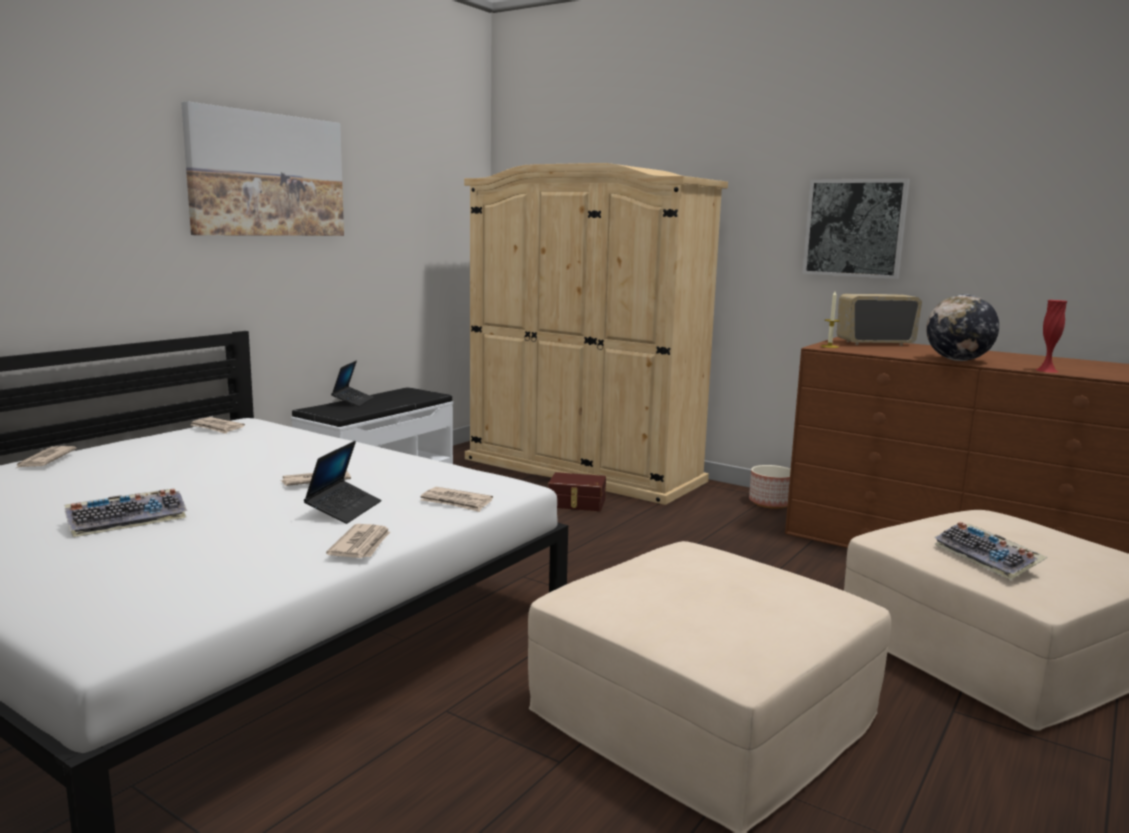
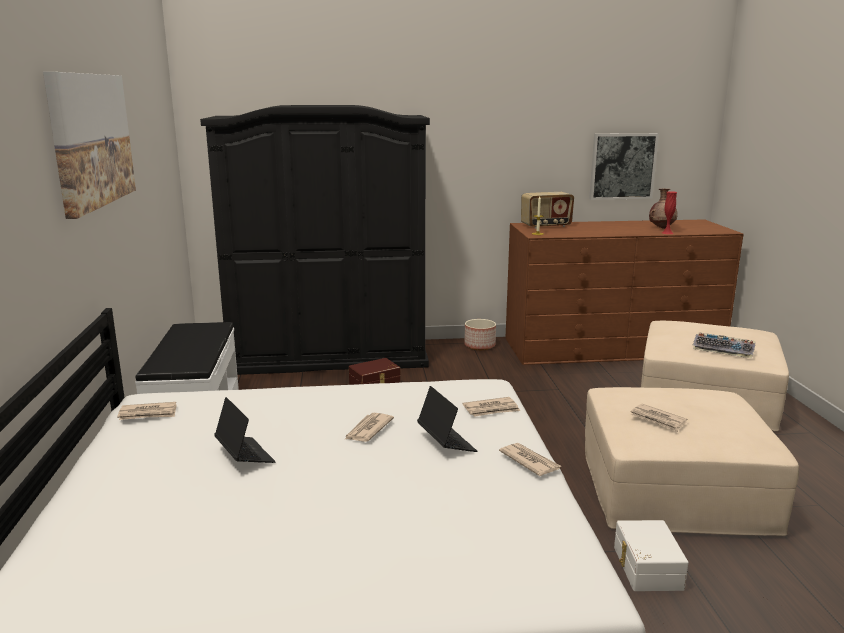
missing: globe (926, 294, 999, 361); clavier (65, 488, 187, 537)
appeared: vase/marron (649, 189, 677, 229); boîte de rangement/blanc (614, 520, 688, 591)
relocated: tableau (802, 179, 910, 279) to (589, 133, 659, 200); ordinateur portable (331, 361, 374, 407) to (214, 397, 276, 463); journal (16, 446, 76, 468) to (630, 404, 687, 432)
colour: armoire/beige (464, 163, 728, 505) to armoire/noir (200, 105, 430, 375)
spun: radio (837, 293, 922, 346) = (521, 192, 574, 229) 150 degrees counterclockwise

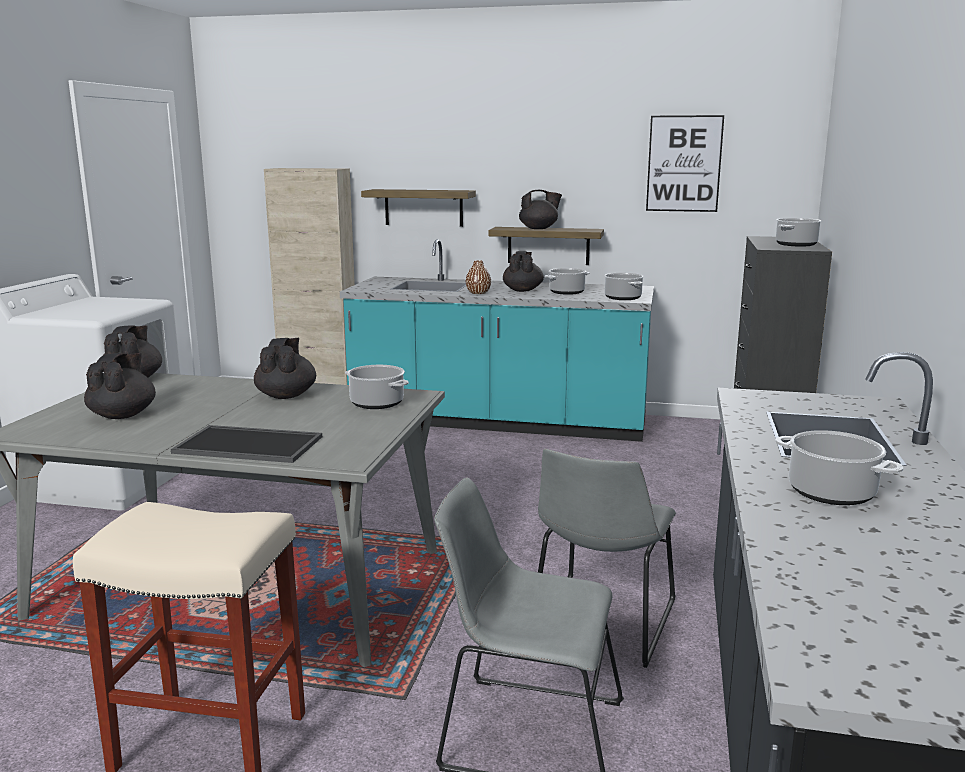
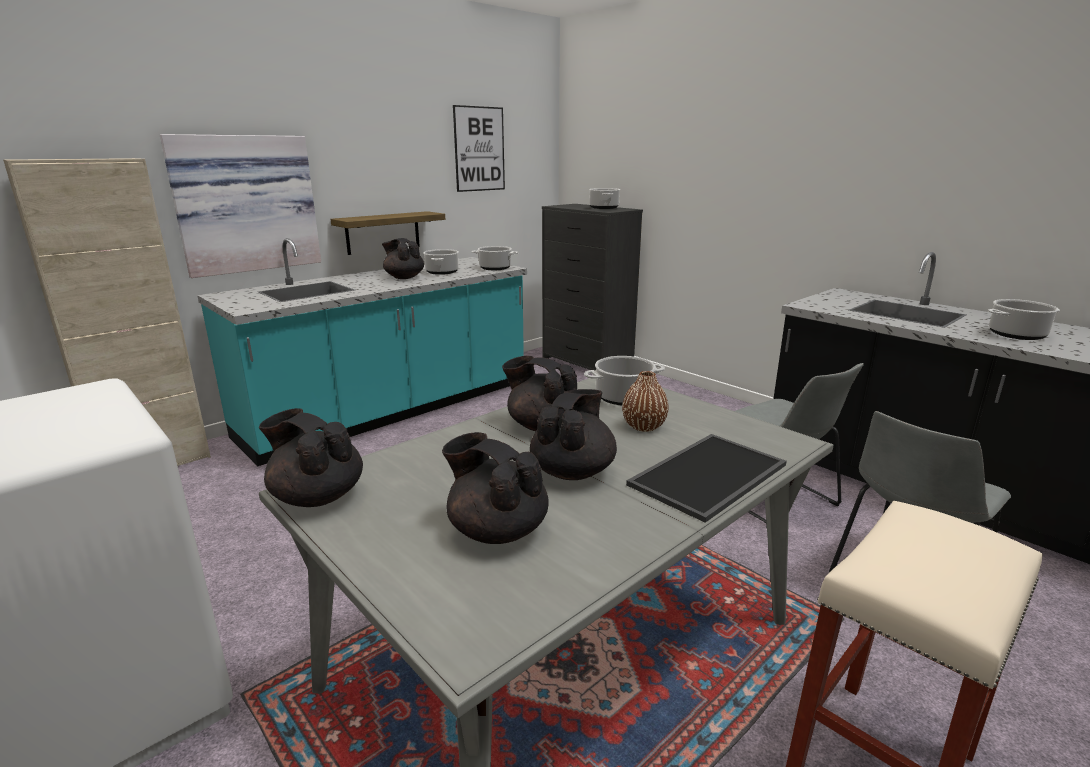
relocated: théière/noir (519, 190, 562, 229) to (530, 389, 617, 480); vase/marron (466, 260, 491, 294) to (622, 371, 669, 432)
exchanged: étagère (361, 189, 476, 227) to tableau (160, 134, 321, 278)

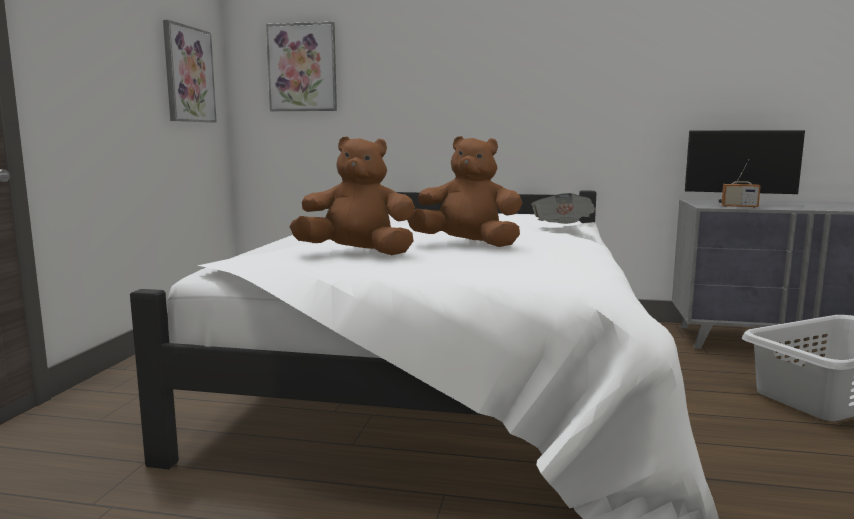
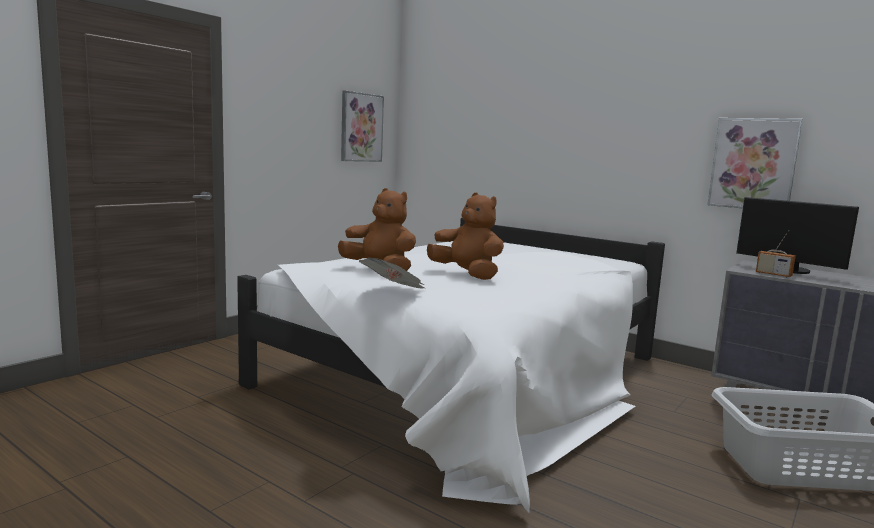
relocated: tableau (266, 22, 337, 111) to (708, 118, 803, 208); journal (531, 193, 596, 224) to (359, 258, 425, 288)

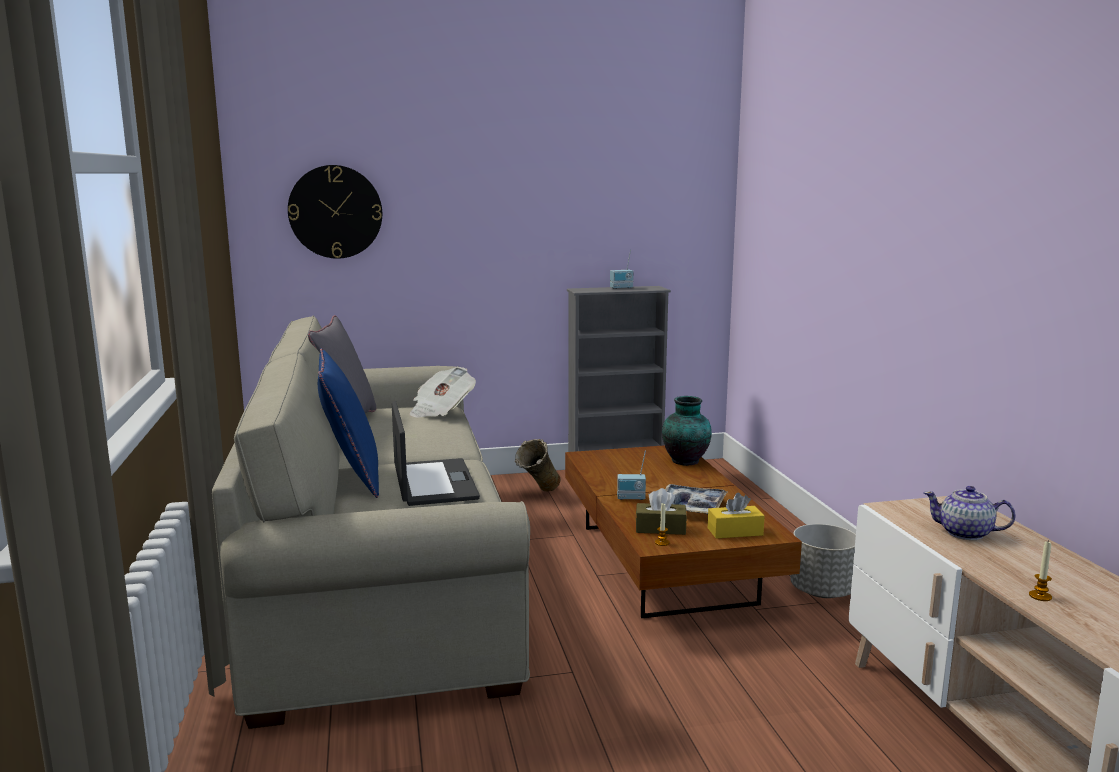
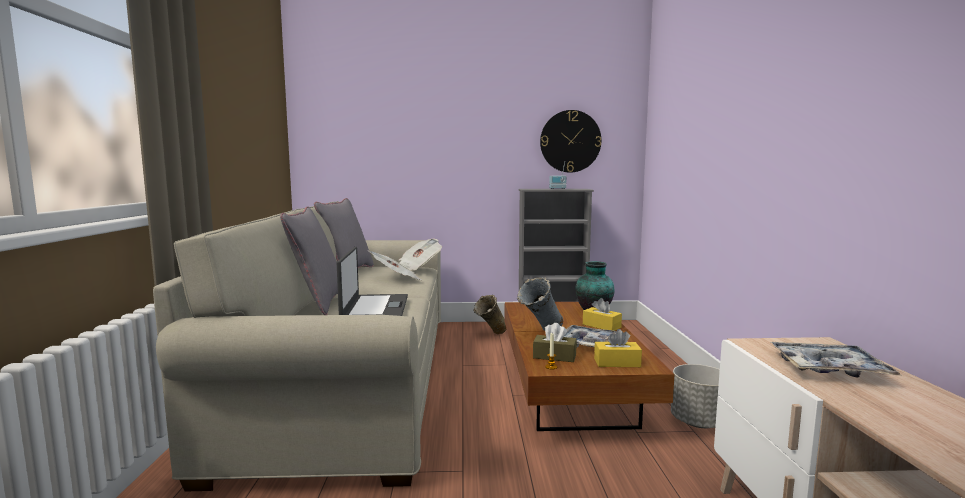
missing: bougie (1029, 540, 1052, 601)
appeared: journal (368, 251, 421, 280); boîte à mouchoirs/jaune (583, 298, 622, 331)
relocated: horloge murale (288, 165, 382, 259) to (540, 110, 601, 173)
exchanged: radio (617, 450, 646, 500) to vase/gris (517, 277, 563, 331); théière (923, 486, 1016, 540) to plateau (771, 342, 901, 378)
colour: coussin/bleu (318, 348, 379, 498) to coussin/gris (280, 206, 338, 315)

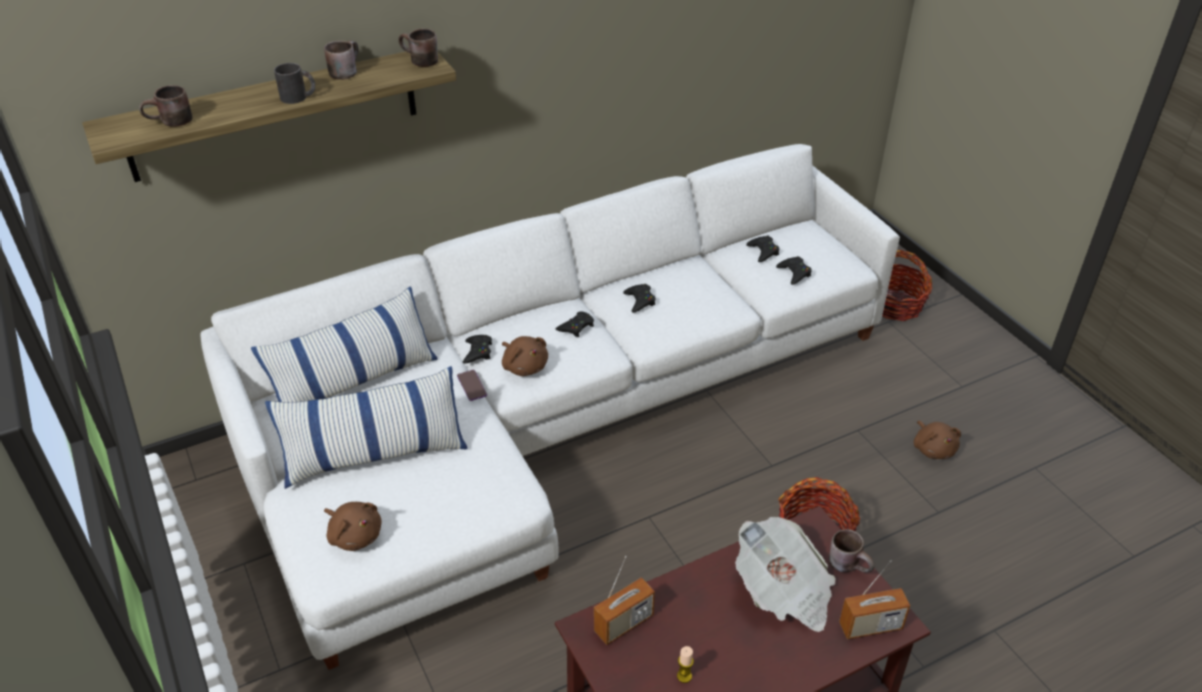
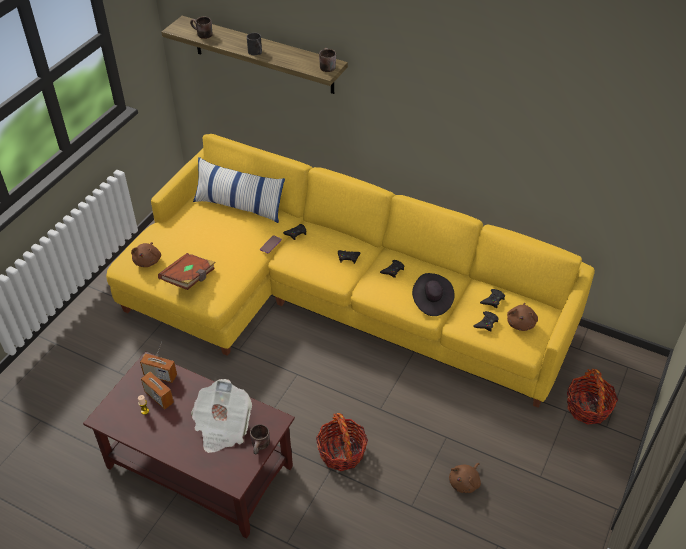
missing: mug/marron (324, 40, 358, 80); coussin (265, 366, 468, 489)
appeared: livre/marron (158, 253, 216, 290); chapeau/noir (412, 273, 455, 316)
relocated: peluche/marron (502, 336, 548, 376) to (507, 303, 538, 331); radio (839, 560, 910, 639) to (141, 367, 174, 410)
colour: canapé/blanc (200, 144, 900, 670) to canapé/jaune (106, 134, 595, 408)

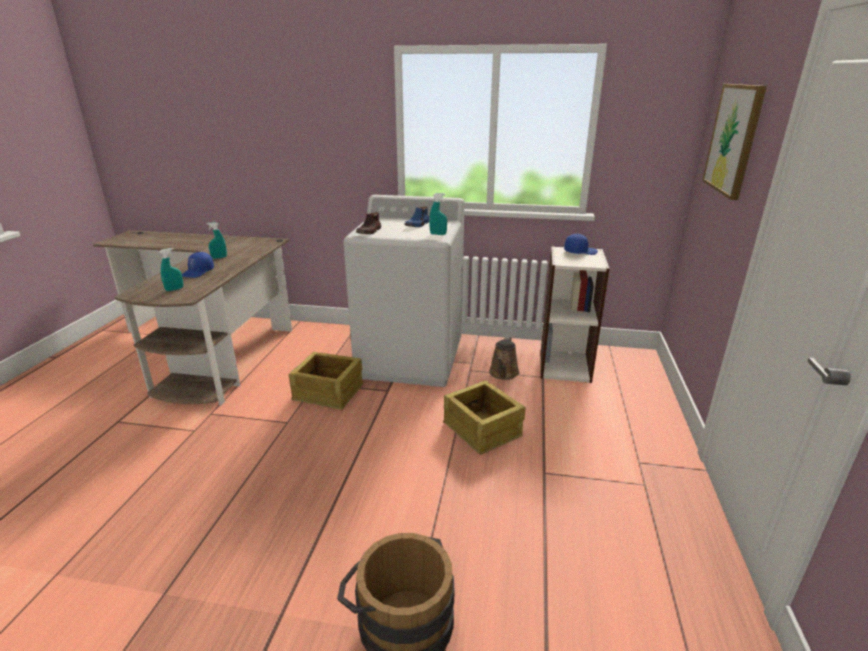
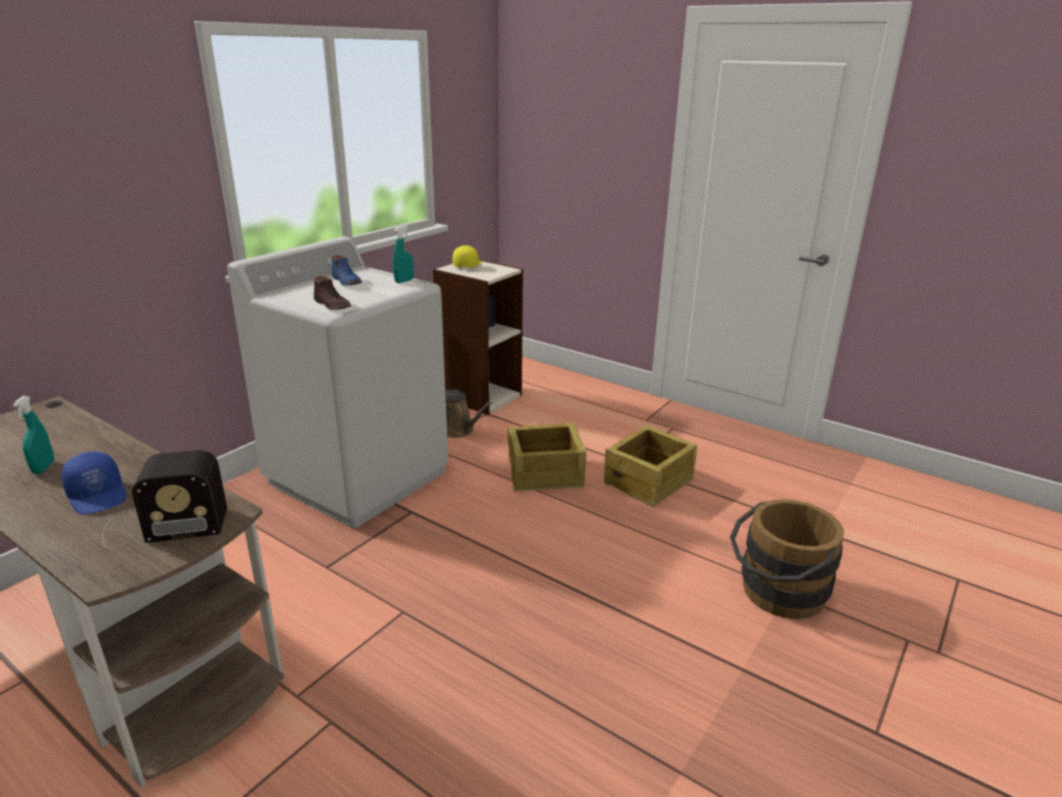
missing: tableau (702, 84, 767, 200)
relocated: caisse (289, 352, 363, 410) to (604, 425, 697, 508)
exchanged: vaporisateur/turquoise (160, 248, 183, 291) to radio (102, 450, 227, 549)
colour: casquette/bleu (564, 234, 598, 255) to casquette/jaune (453, 245, 482, 268)

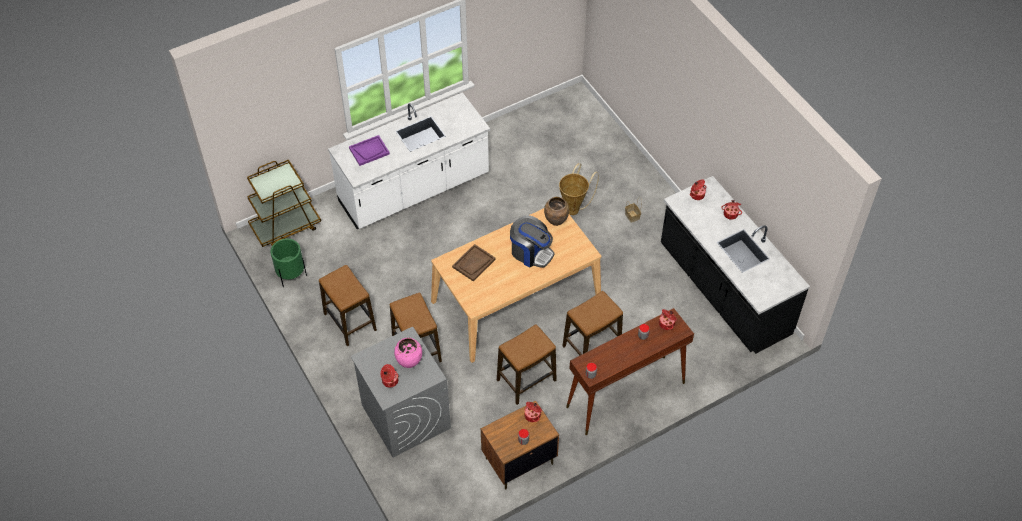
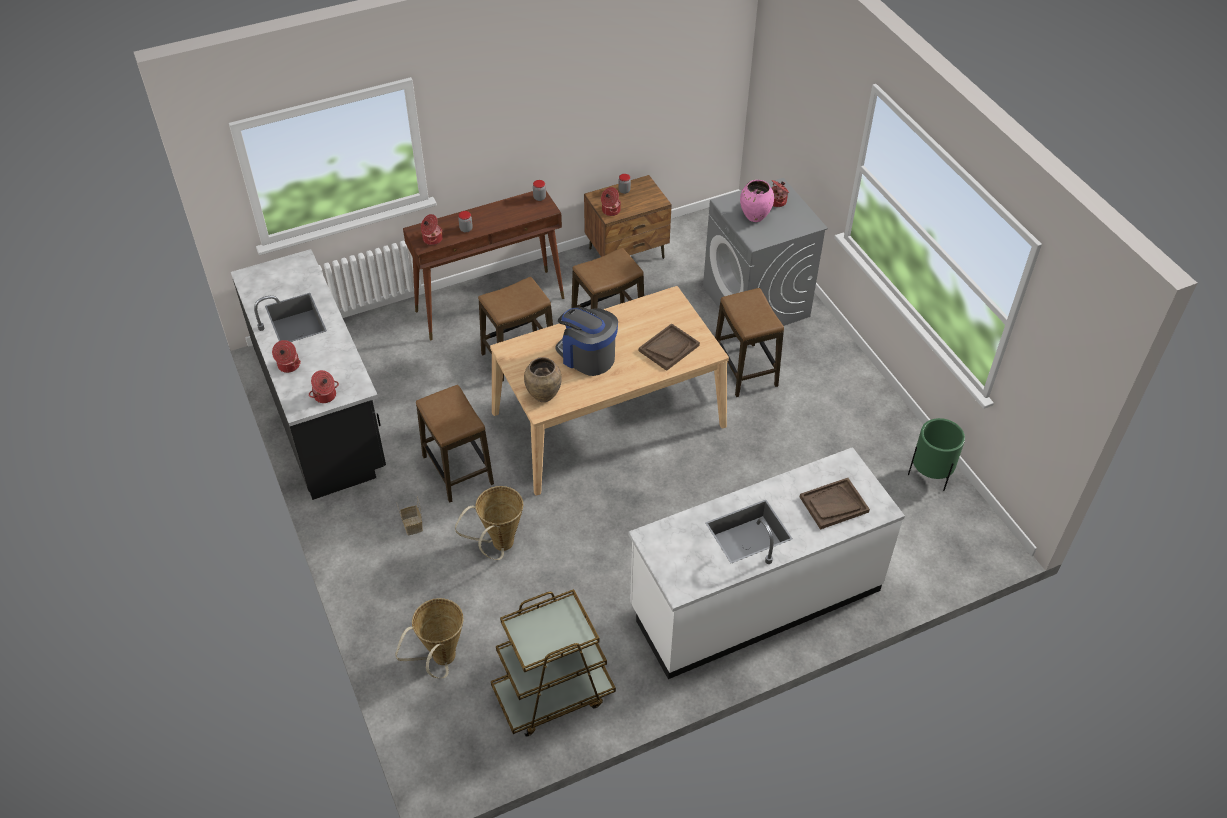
appeared: panier (395, 598, 464, 678)
relocated: chariot/marron (247, 159, 321, 247) to (491, 589, 616, 737); tabouret (319, 265, 377, 346) to (416, 385, 494, 503)
colour: plateau/violet (349, 135, 390, 166) to plateau/marron (800, 478, 870, 530)

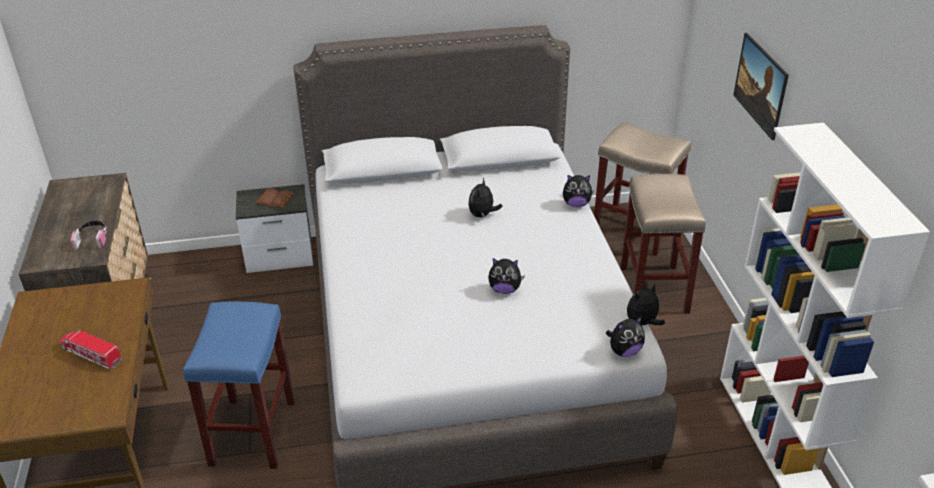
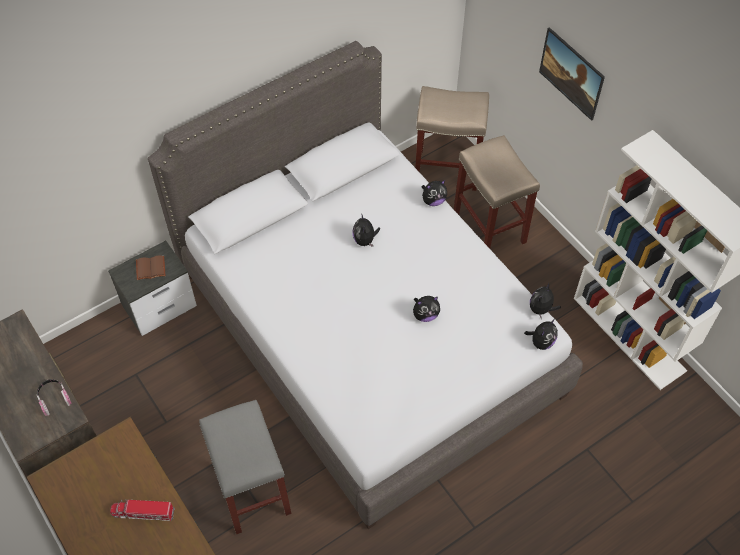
colour: tabouret/bleu (183, 301, 295, 469) to tabouret/gris (199, 400, 292, 534)

